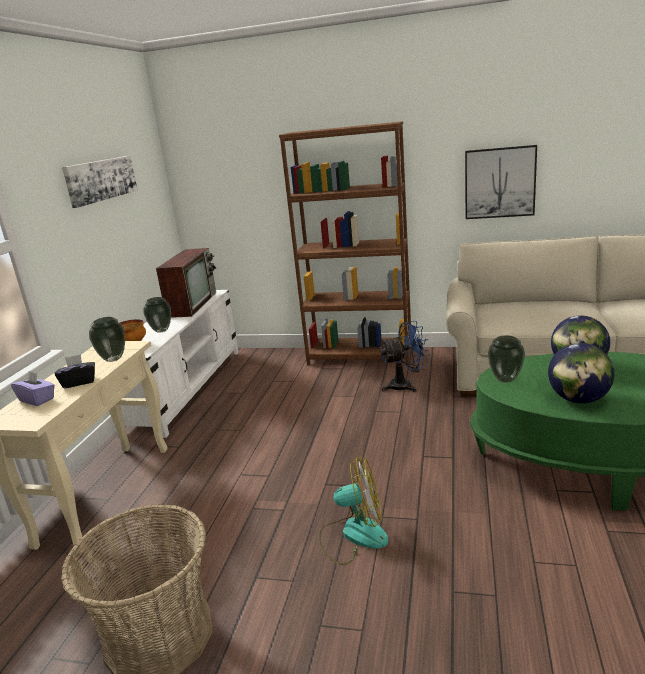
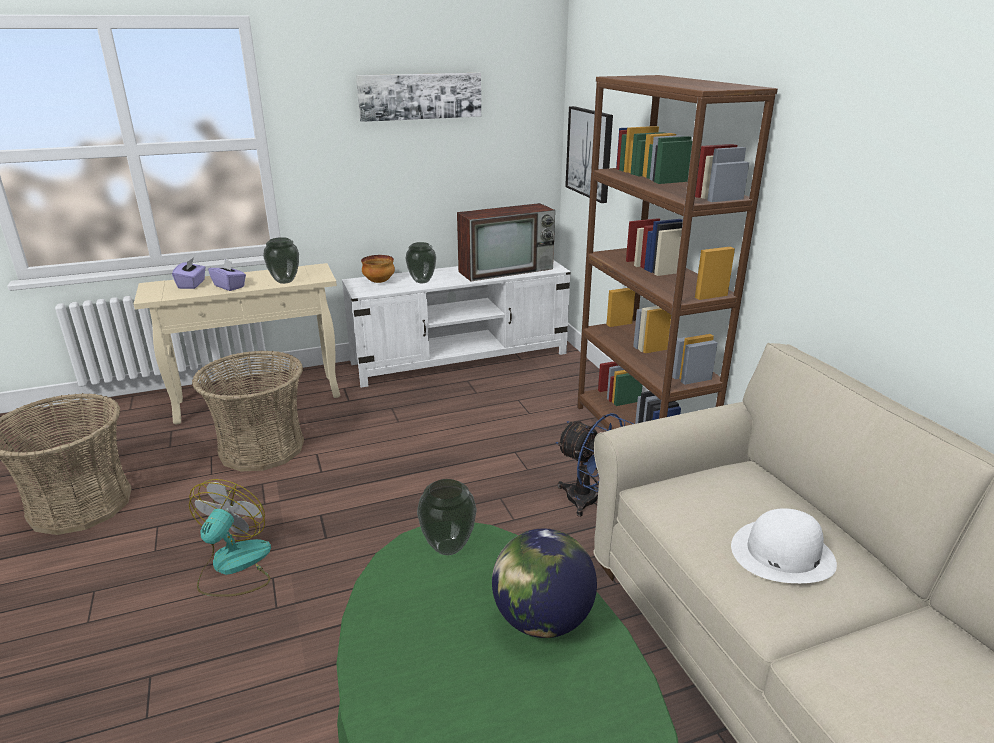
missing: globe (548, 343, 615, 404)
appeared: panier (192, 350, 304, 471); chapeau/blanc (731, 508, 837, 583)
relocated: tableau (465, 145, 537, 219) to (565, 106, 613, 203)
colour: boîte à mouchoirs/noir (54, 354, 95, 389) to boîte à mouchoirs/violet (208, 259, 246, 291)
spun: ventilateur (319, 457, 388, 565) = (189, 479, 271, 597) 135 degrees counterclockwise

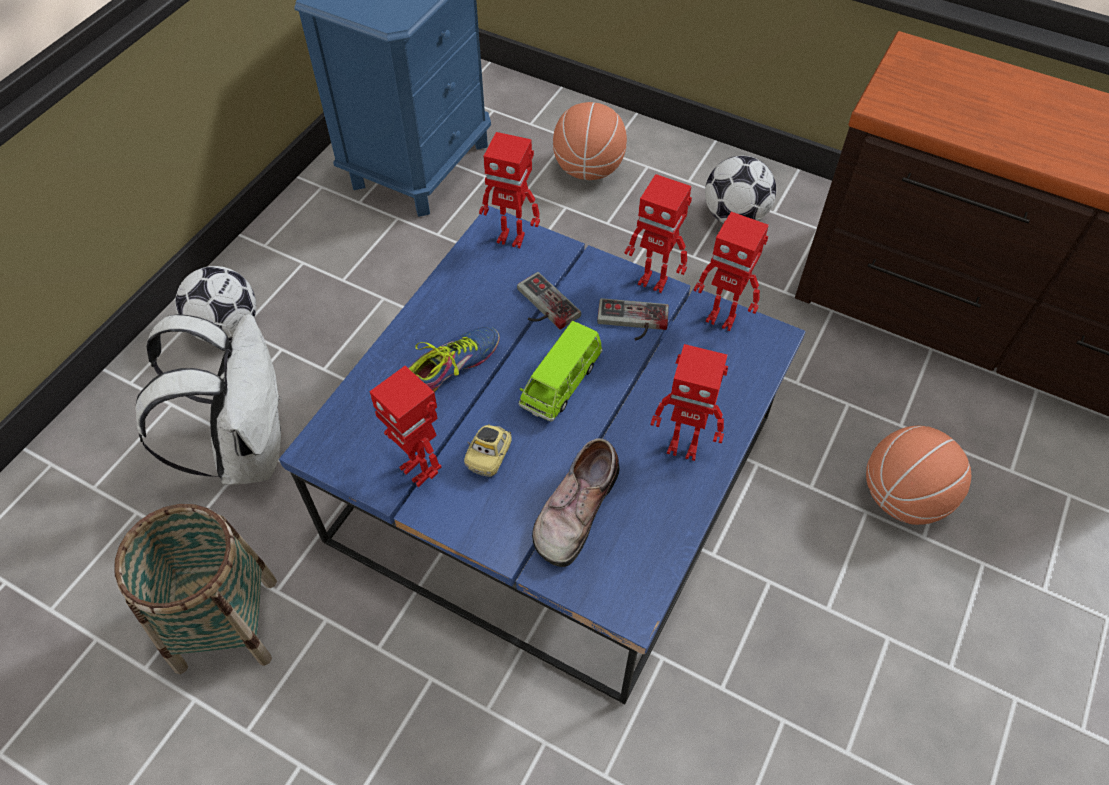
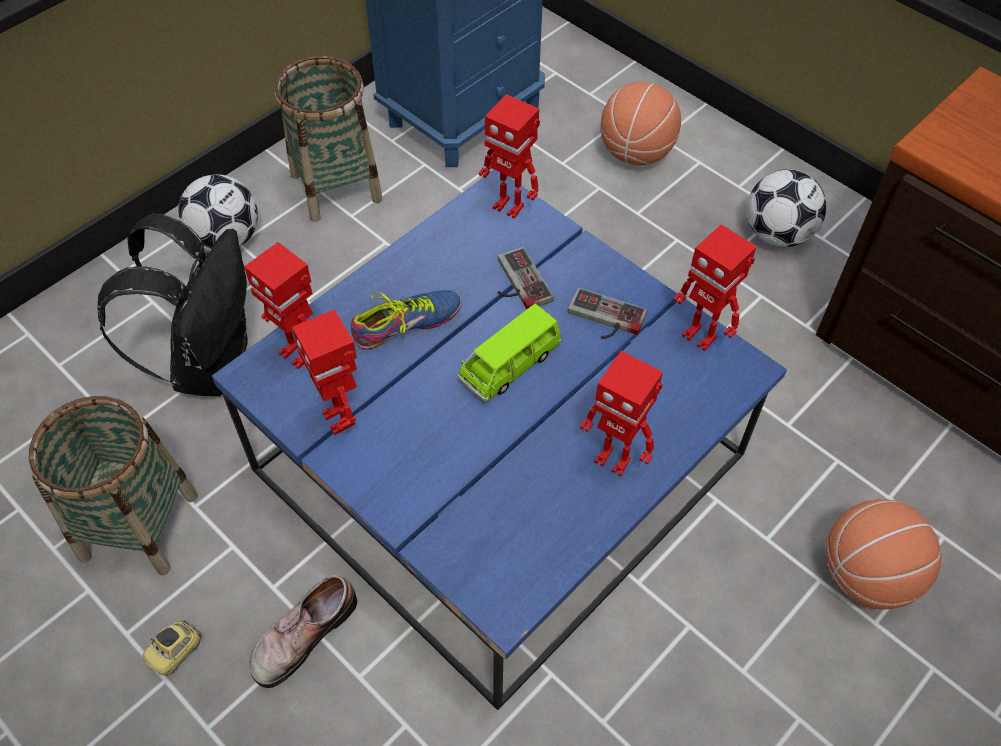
appeared: panier (274, 56, 382, 222)
relocated: robot jouet (625, 174, 692, 293) to (244, 242, 313, 369); petite voiture (464, 424, 512, 477) to (142, 620, 202, 676); chaussure (532, 438, 620, 567) to (249, 575, 357, 688)
colour: sac à dos/blanc (135, 314, 283, 485) to sac à dos/noir (97, 214, 248, 396)

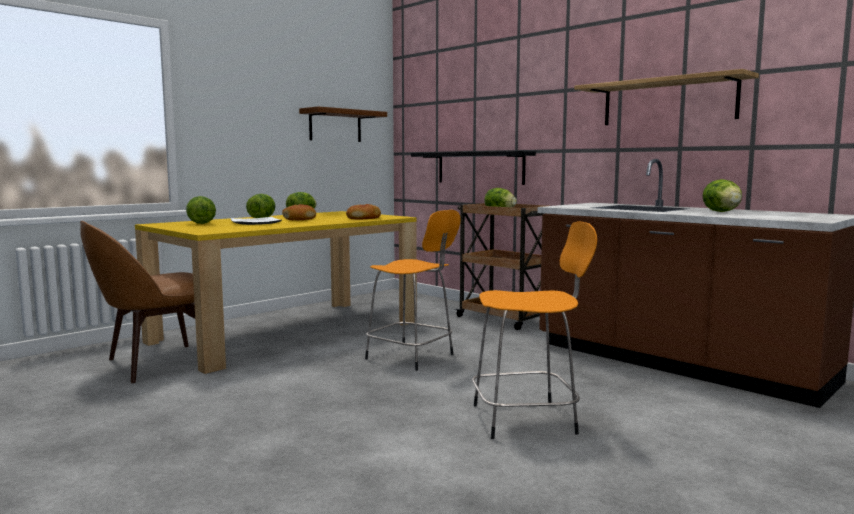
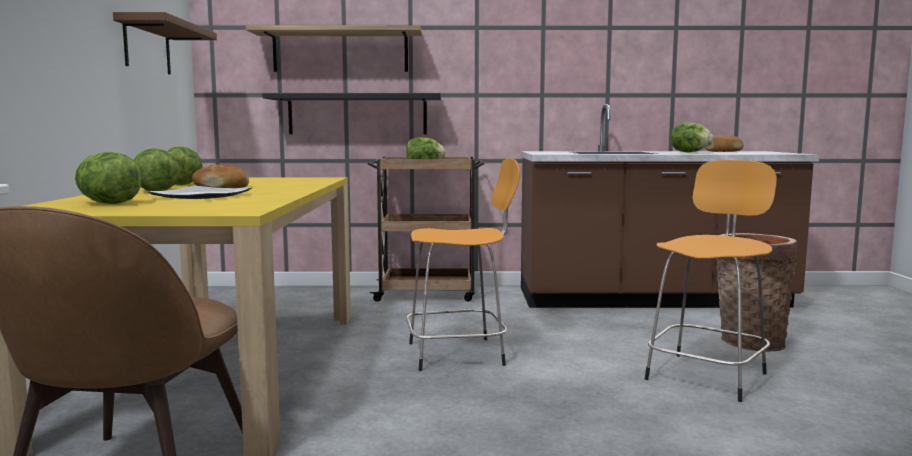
appeared: panier (716, 233, 797, 352)
relocated: étagère (574, 69, 759, 125) to (246, 26, 422, 72); pain (346, 204, 381, 220) to (705, 135, 744, 152)

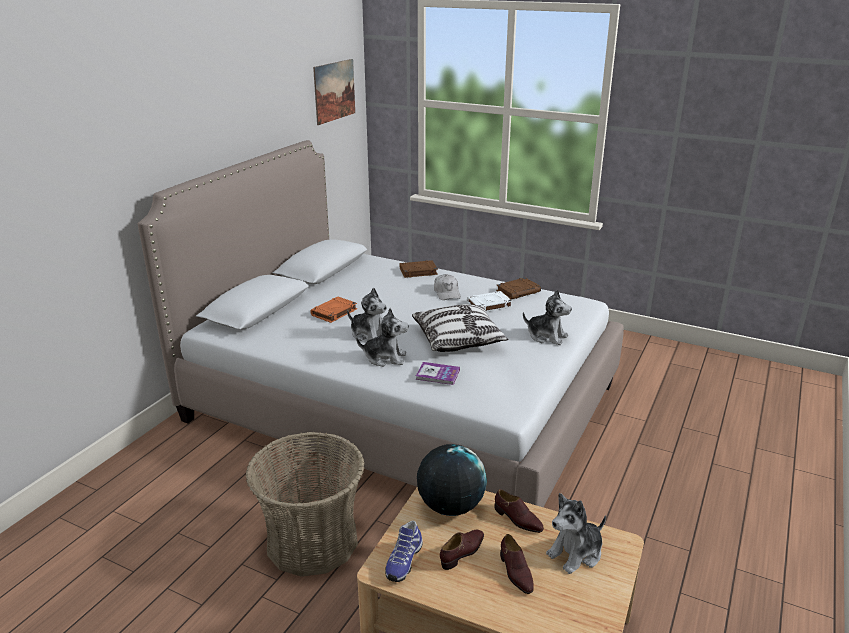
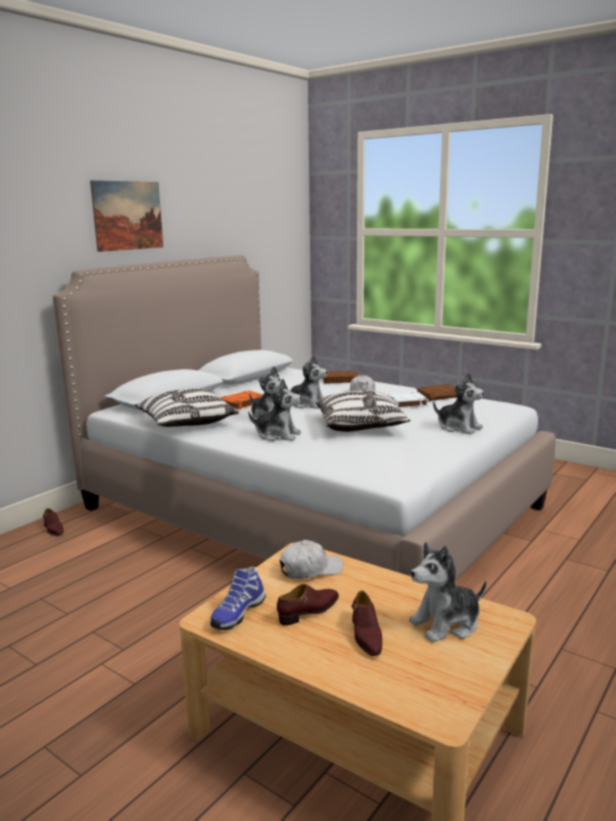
missing: livre (415, 362, 460, 385); panier (246, 432, 365, 577)
appeared: peluche (287, 355, 328, 409); coussin (135, 388, 239, 427)
relocated: tableau (313, 59, 355, 125) to (90, 180, 163, 252); chaussure/marron (494, 489, 544, 533) to (43, 508, 64, 536)
exchanged: globe (417, 444, 487, 516) to casquette/blanc (279, 540, 343, 579)

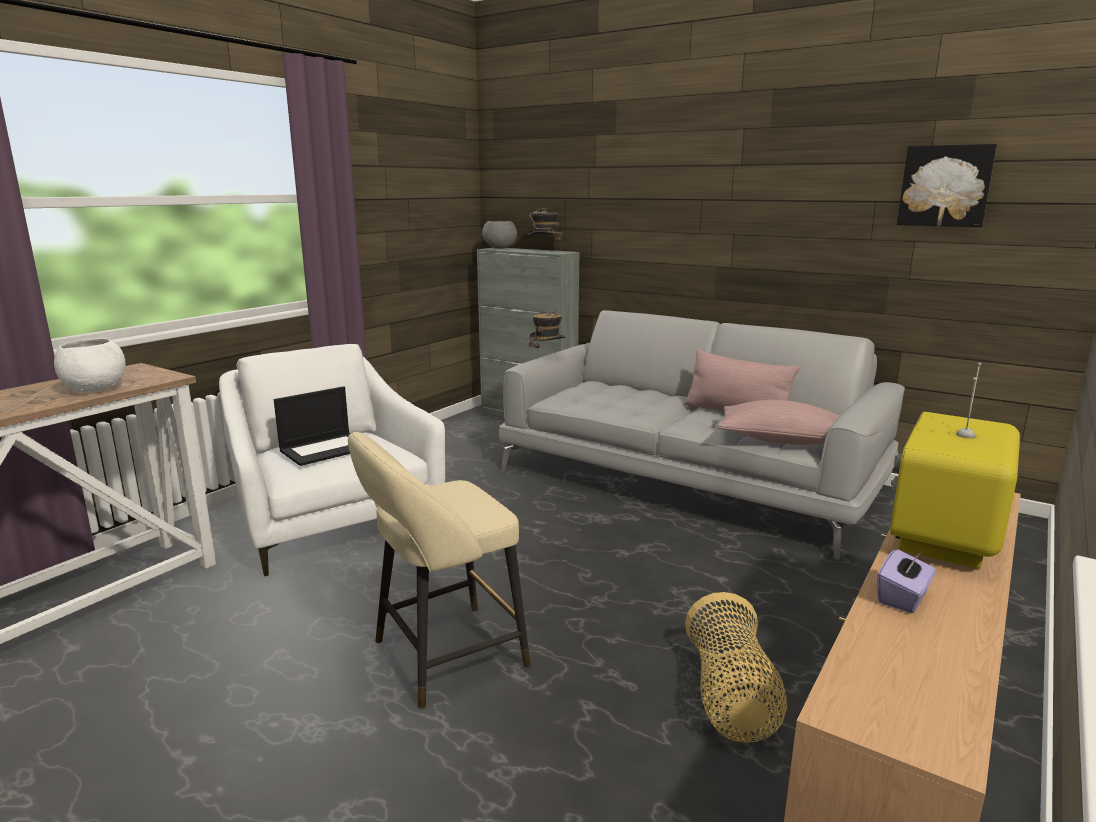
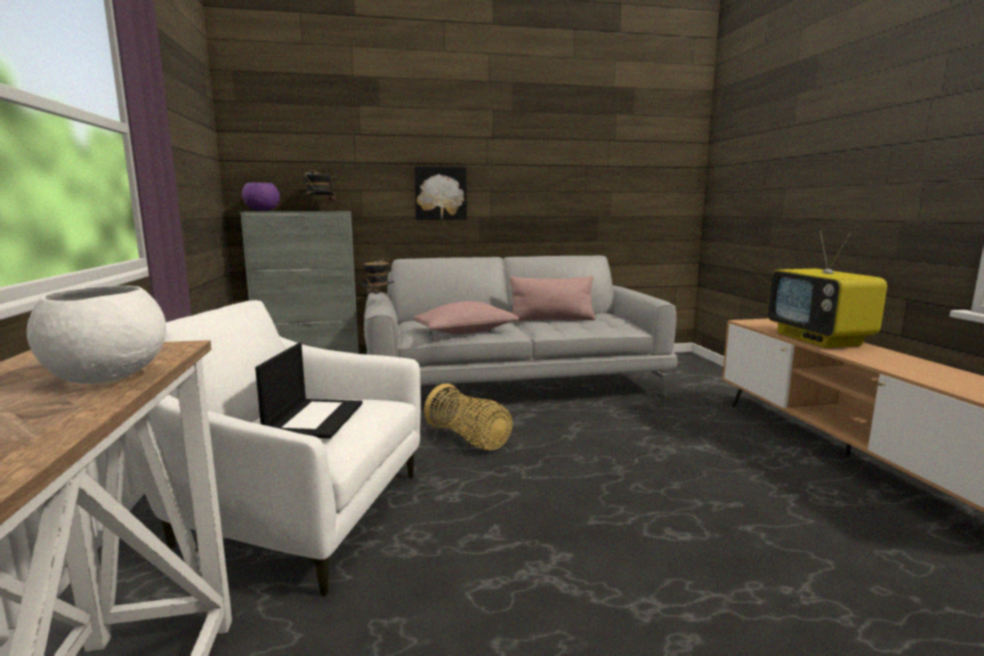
missing: tabouret/beige (348, 432, 531, 709); boîte à mouchoirs/violet (877, 549, 936, 613)
relocated: tableau (897, 144, 997, 227) to (414, 166, 467, 220); coussin/rose (717, 400, 840, 445) to (413, 301, 519, 334); panier (685, 592, 787, 743) to (424, 384, 512, 450)
colour: bol/gris (482, 221, 517, 249) to bol/violet (242, 183, 280, 211)

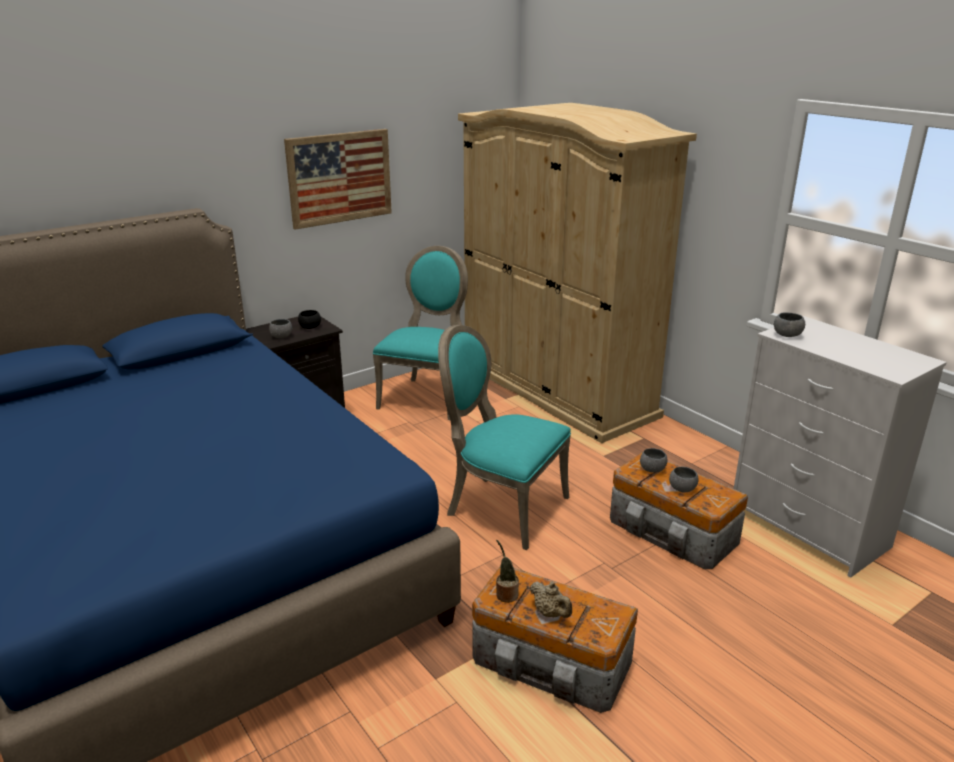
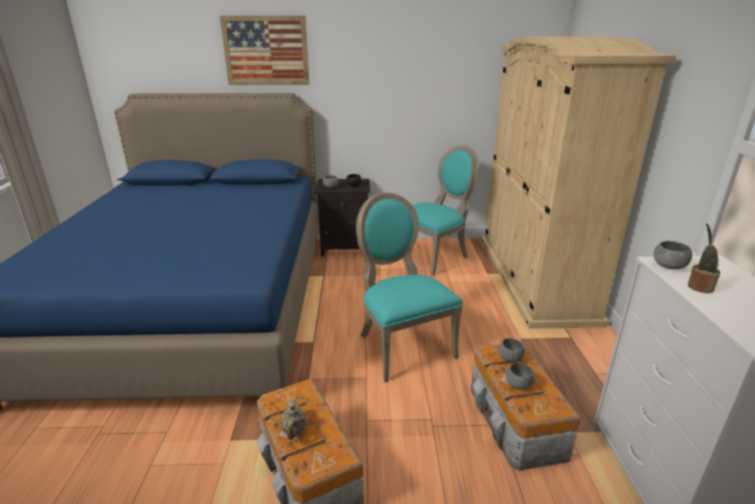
relocated: tableau (284, 129, 392, 230) to (220, 15, 309, 85); plante en pot (496, 540, 519, 603) to (688, 223, 720, 293)

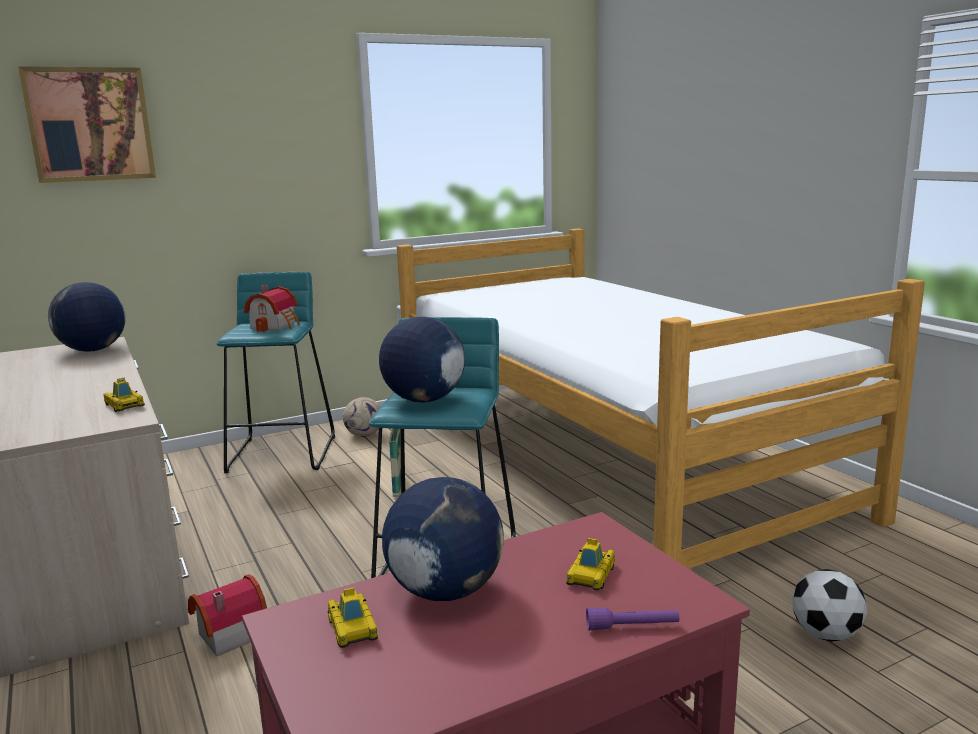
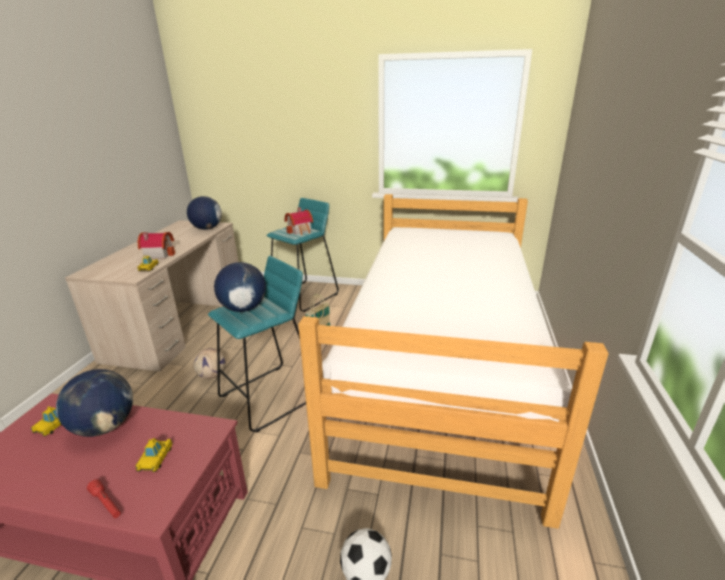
missing: tableau (18, 66, 156, 183)
relocated: ballon de foot (343, 397, 380, 437) to (194, 348, 226, 379); maison miniature (188, 574, 267, 656) to (137, 232, 175, 259)
colour: lampe de poche/violet (586, 608, 679, 631) to lampe de poche/rouge (87, 479, 121, 518)
spun: petite voiture (566, 538, 615, 591) = (135, 438, 173, 472) 60 degrees counterclockwise

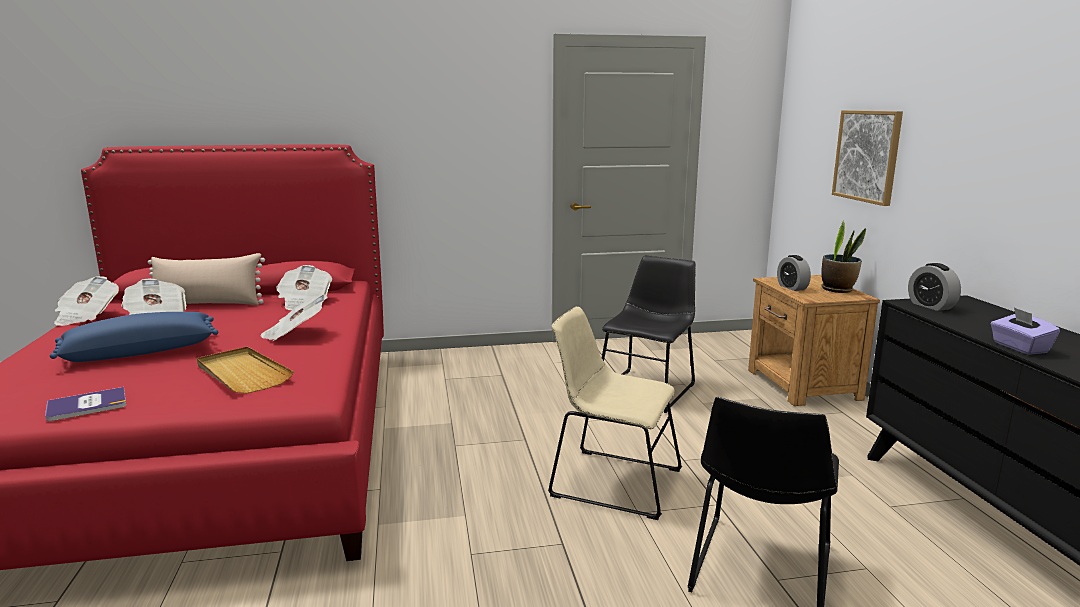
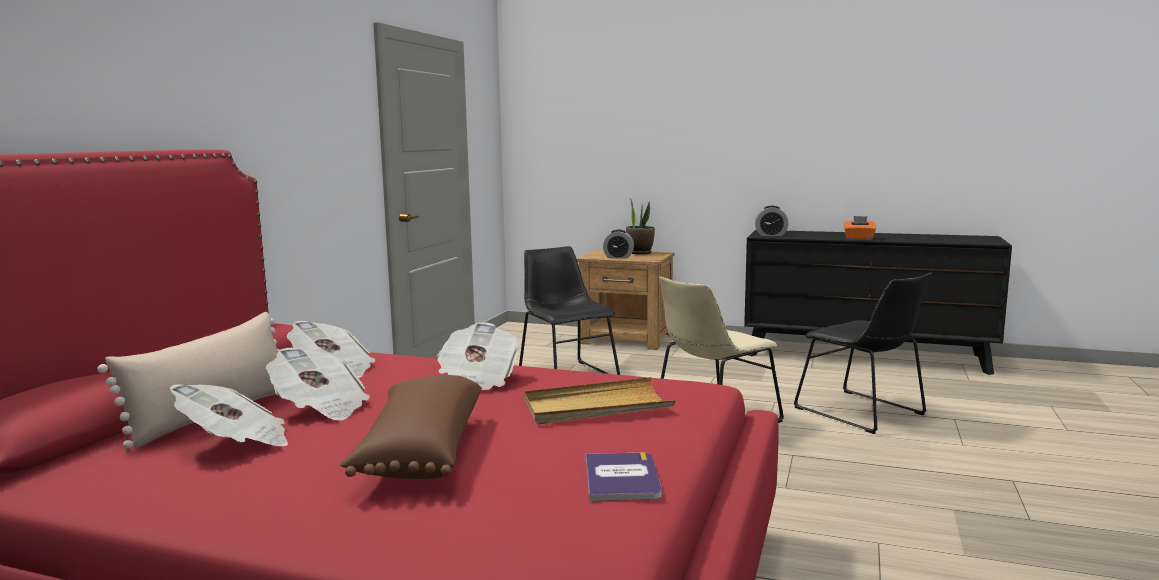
missing: tableau (832, 110, 903, 206)
relocated: journal (54, 276, 119, 326) to (266, 348, 370, 420)
colour: boîte à mouchoirs/violet (991, 307, 1060, 355) to boîte à mouchoirs/orange (844, 216, 876, 240); coussin/bleu (50, 312, 218, 362) to coussin/marron (340, 375, 482, 479)

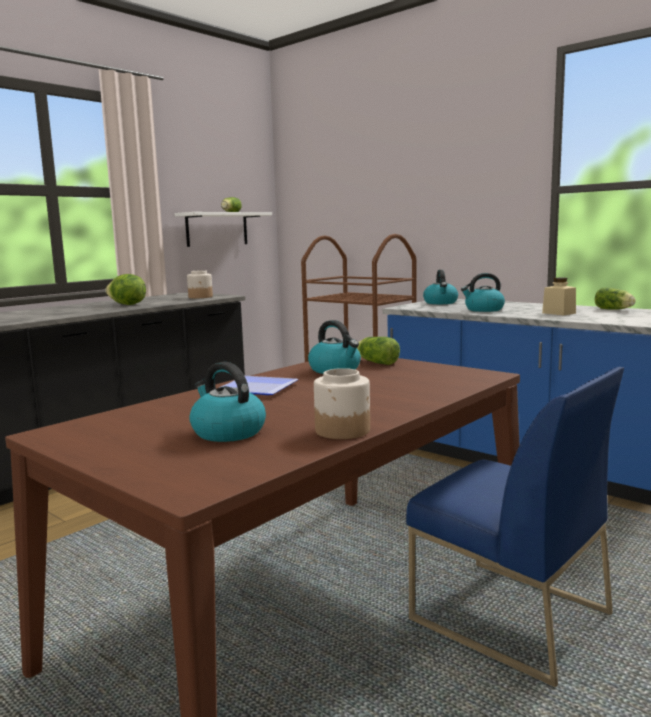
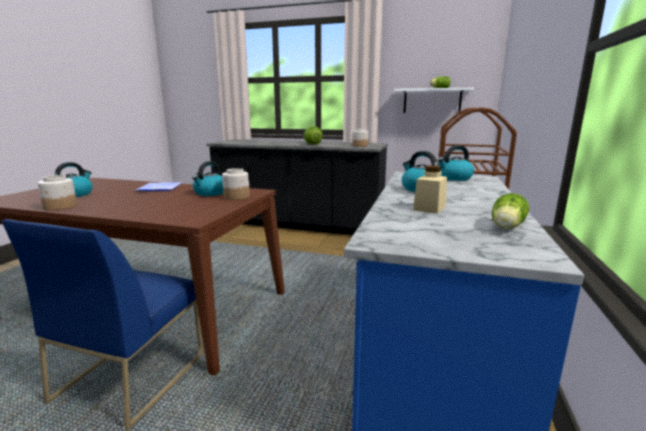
exchanged: laitue (357, 337, 400, 365) to bocal (222, 168, 250, 200)

